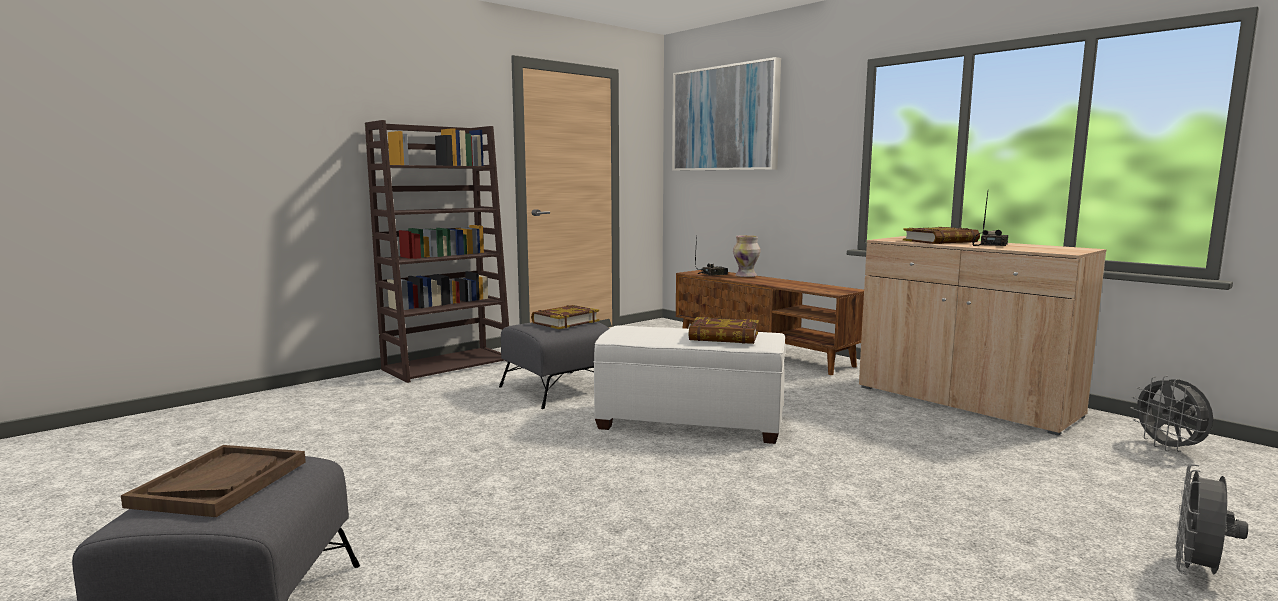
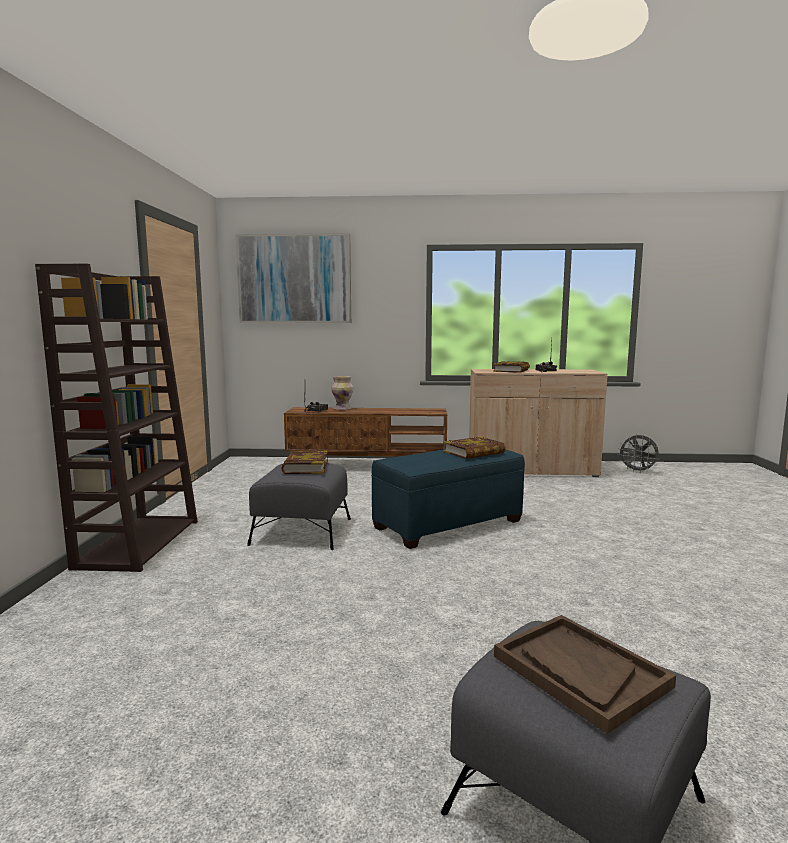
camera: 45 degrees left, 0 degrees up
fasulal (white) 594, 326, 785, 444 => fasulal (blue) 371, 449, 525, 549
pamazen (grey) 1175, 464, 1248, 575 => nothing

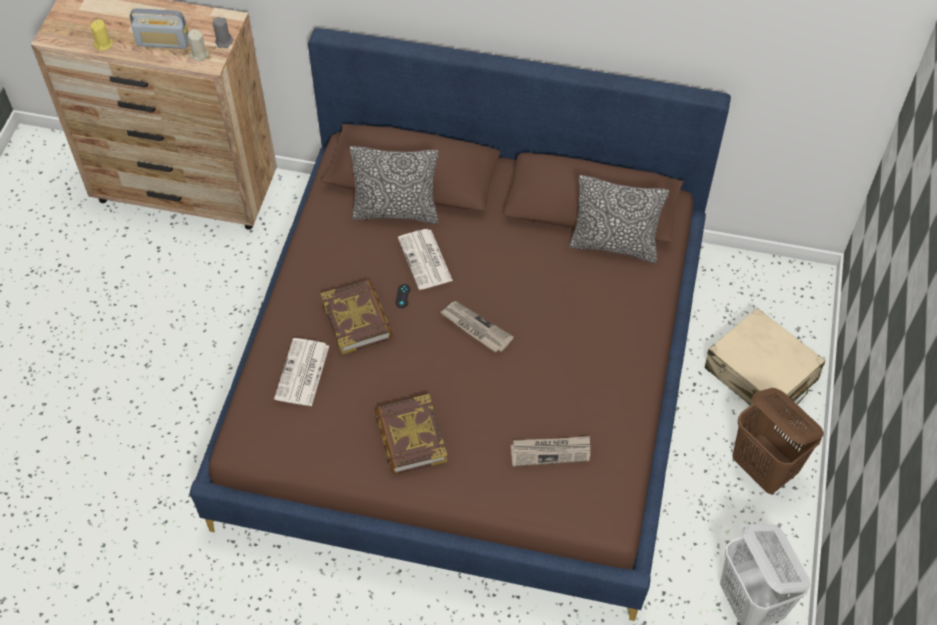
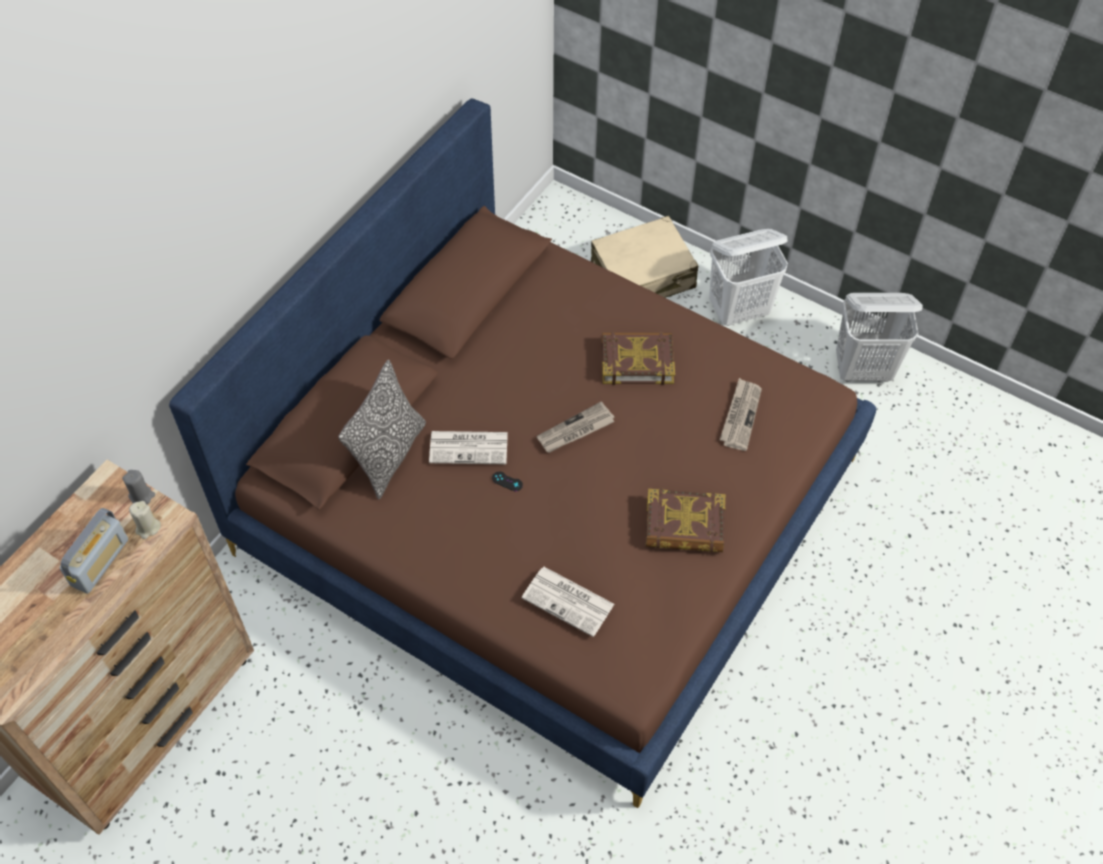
camera: 70 degrees left, 0 degrees up
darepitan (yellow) 90, 19, 113, 51 => nothing
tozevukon 321, 280, 393, 355 => tozevukon 602, 332, 675, 385, moved
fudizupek 569, 175, 669, 263 => nothing
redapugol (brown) 733, 388, 824, 495 => redapugol (white) 709, 229, 788, 326

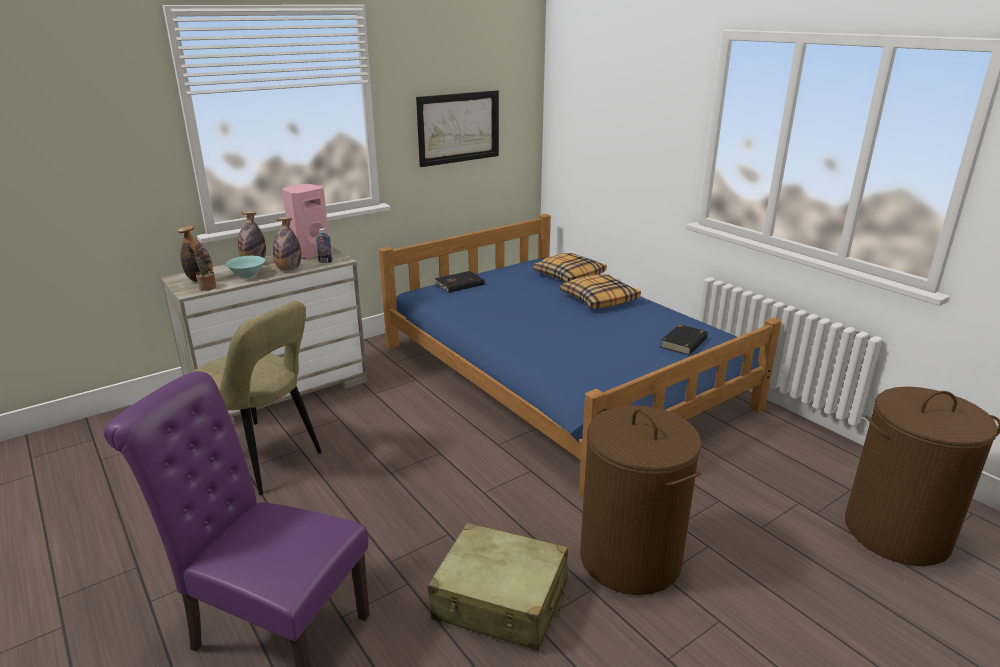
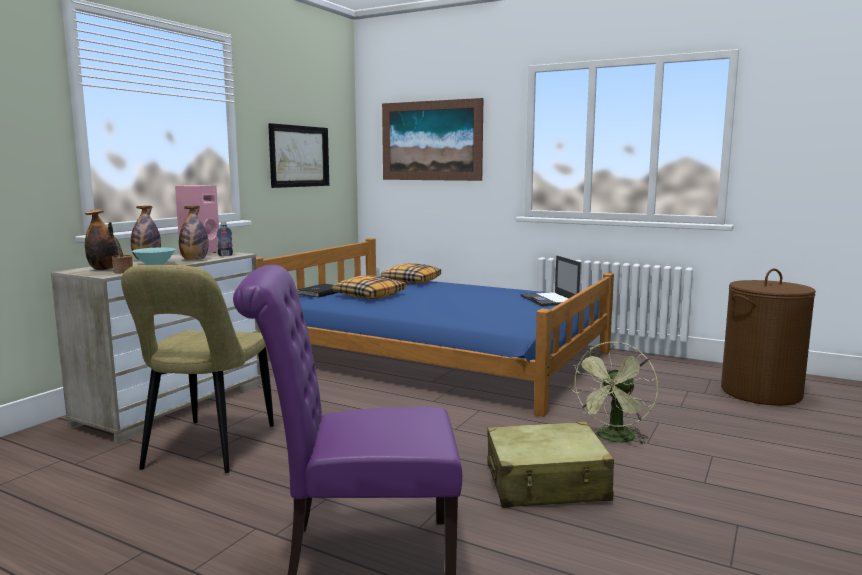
camera: 25 degrees left, 15 degrees down
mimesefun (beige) 180, 301, 322, 495 => mimesefun (beige) 121, 265, 274, 473, 90 degrees clockwise
fudizupek 560, 274, 641, 308 => fudizupek 332, 275, 406, 299, moved
redapugol (brown) 580, 405, 702, 595 => pamazen (green) 570, 342, 658, 445
tozevukon (black) 661, 324, 708, 355 => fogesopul 521, 255, 581, 306
nothing => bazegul 382, 98, 483, 181

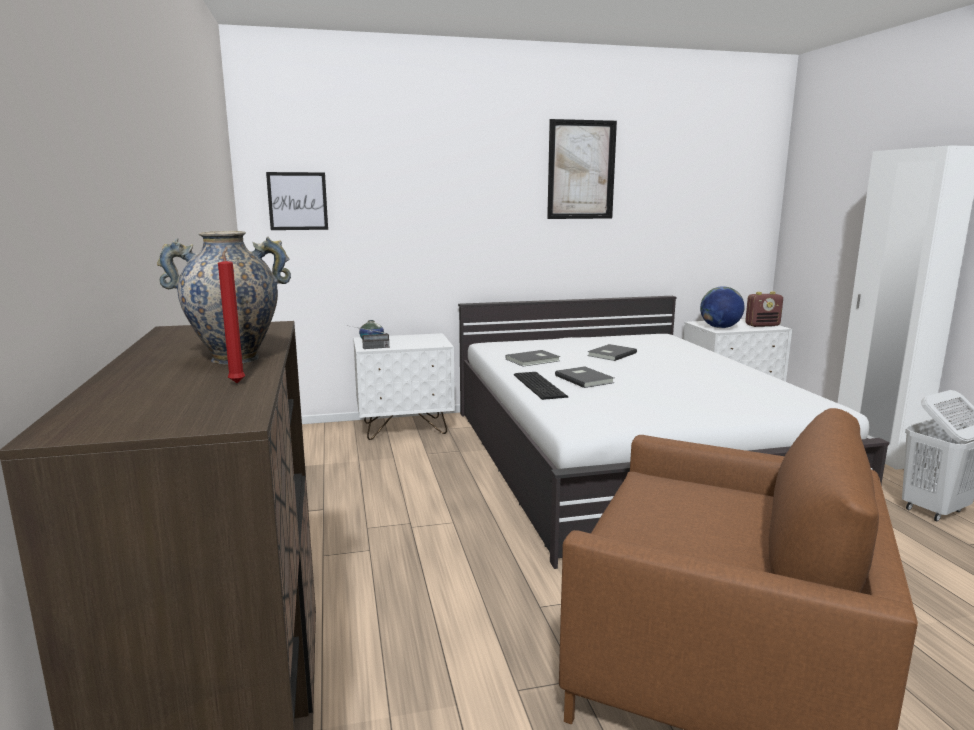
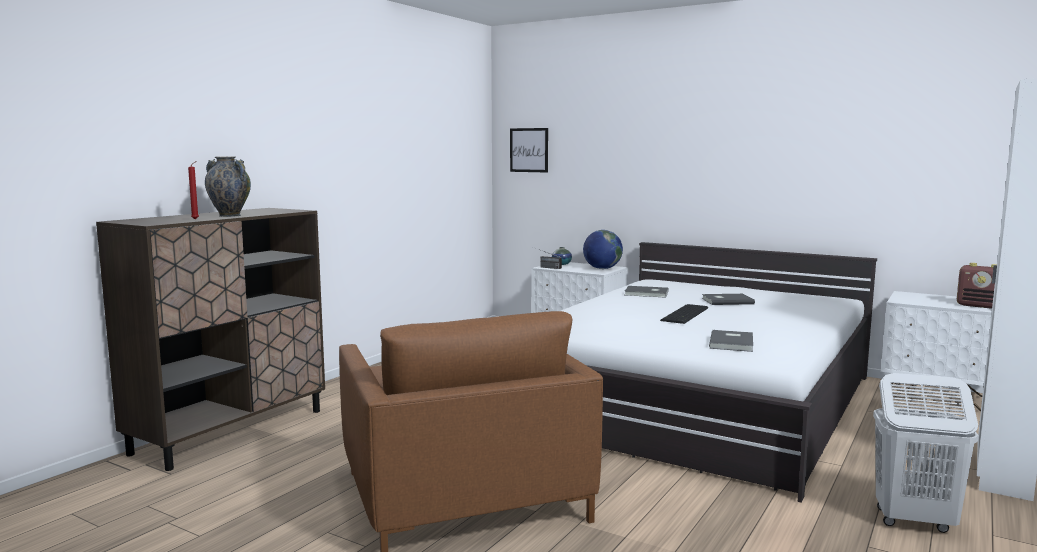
camera: 45 degrees right, 5 degrees down
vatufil 514, 372, 568, 400 => vatufil 660, 304, 708, 324, moved
bazegul 547, 119, 617, 219 => nothing
tozevukon (grey) 555, 366, 614, 388 => tozevukon (grey) 709, 330, 753, 352, moved
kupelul 700, 286, 745, 328 => kupelul 583, 230, 623, 269, moved

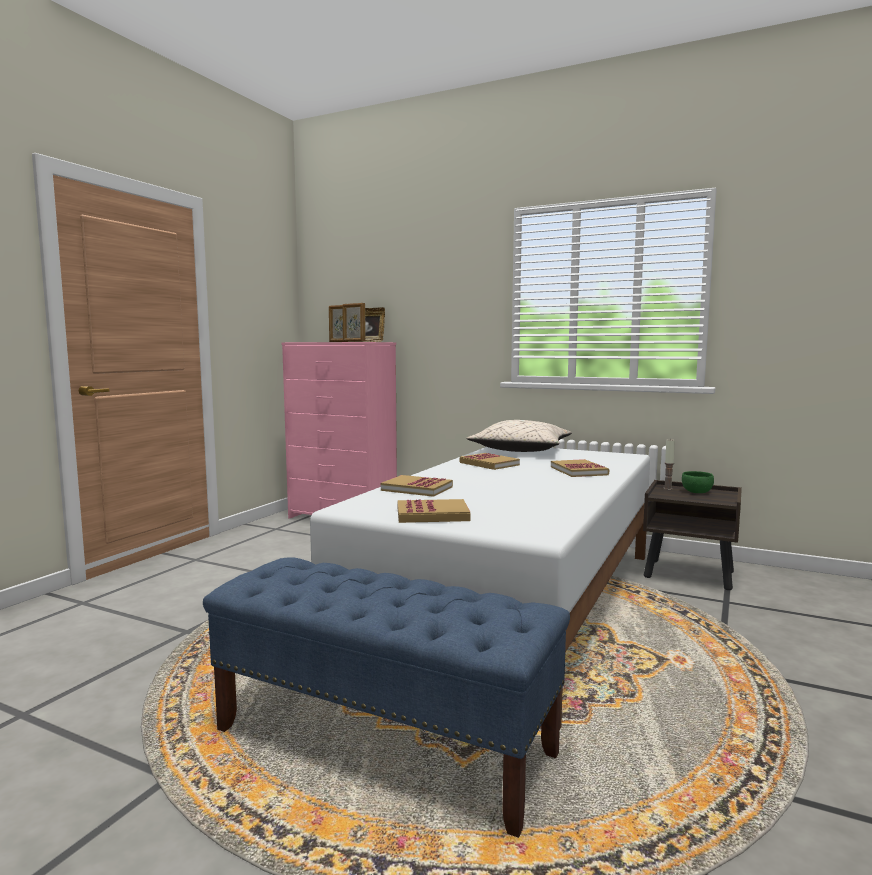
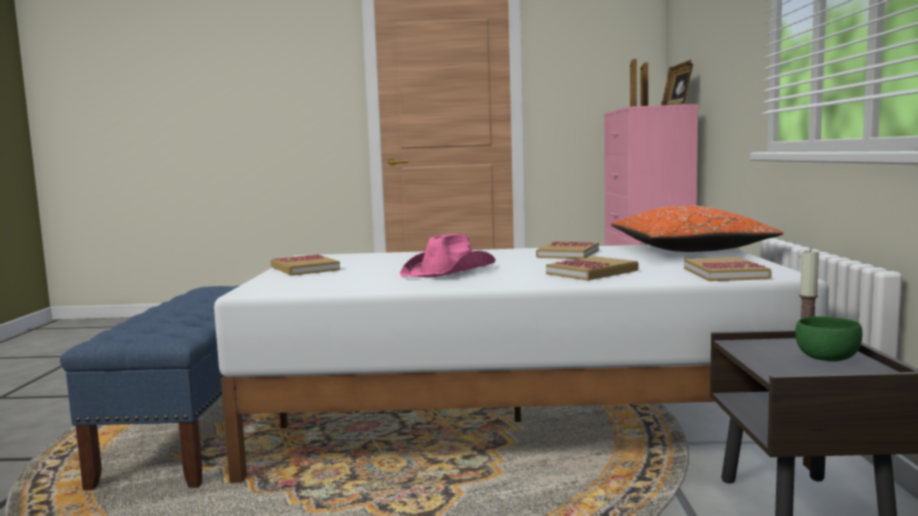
camera: 65 degrees right, 0 degrees up
tozevukon 381, 475, 453, 497 => tozevukon 684, 257, 772, 281, moved
fudizupek (beige) 466, 420, 572, 452 => fudizupek (orange) 611, 205, 783, 252
nothing => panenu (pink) 400, 234, 496, 277

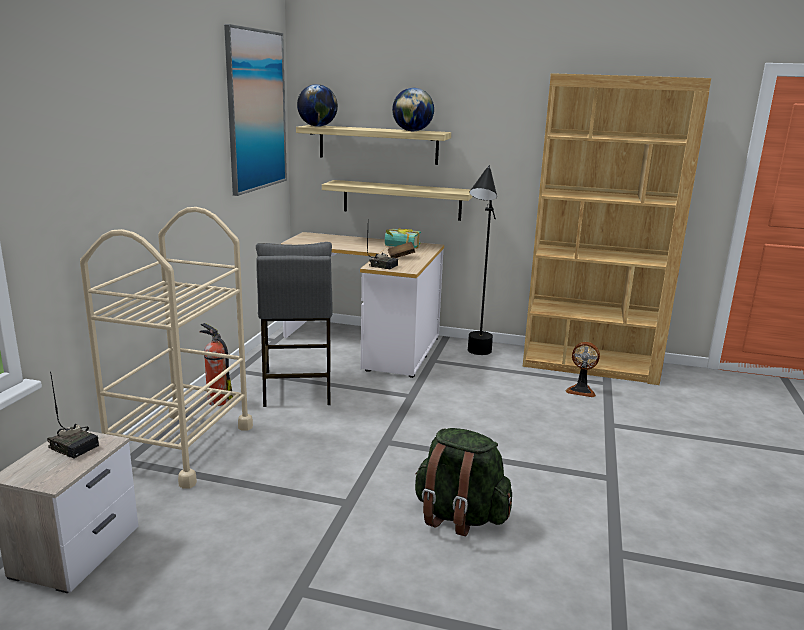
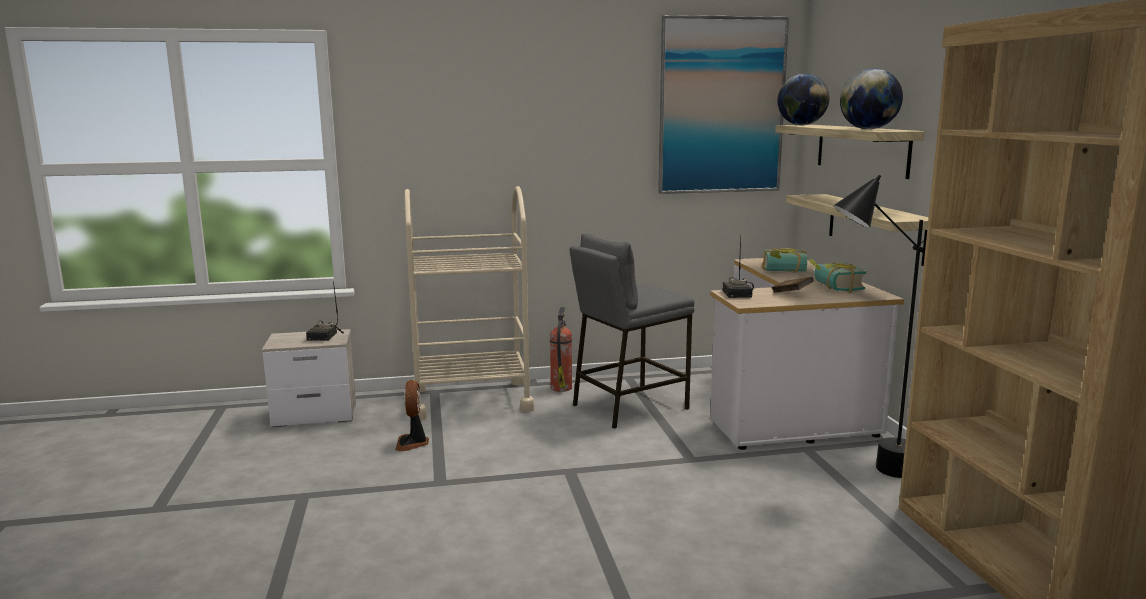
camera: 65 degrees right, 5 degrees down
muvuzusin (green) 415, 428, 512, 536 => nothing
pamazen 565, 342, 600, 397 => pamazen 395, 380, 429, 451, moved
nothing => tozevukon 762, 248, 807, 272

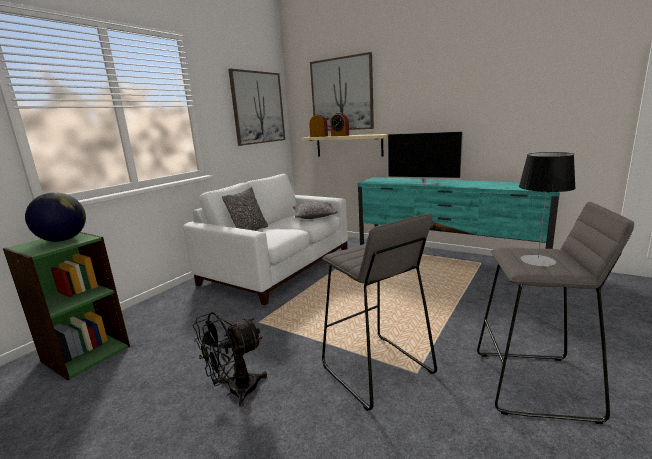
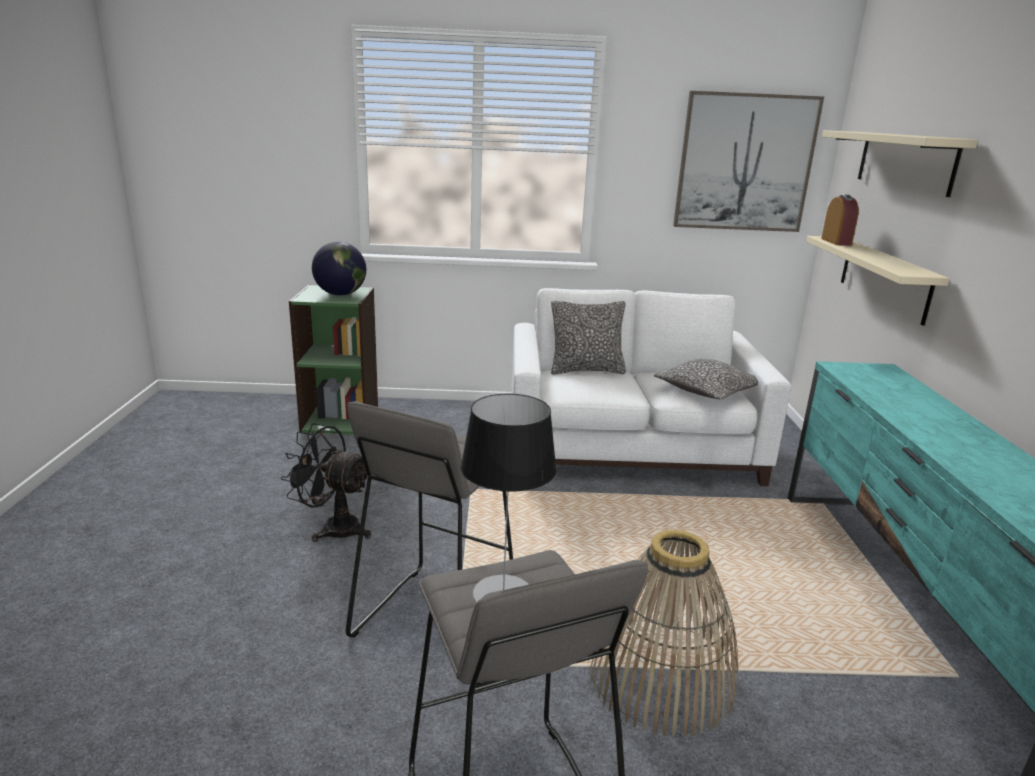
camera: 55 degrees right, 5 degrees up
bazegul 310, 52, 374, 131 => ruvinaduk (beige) 822, 130, 978, 197
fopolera 330, 113, 349, 136 => nothing
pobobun 387, 131, 463, 185 => nothing
nothing => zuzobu 588, 529, 738, 737

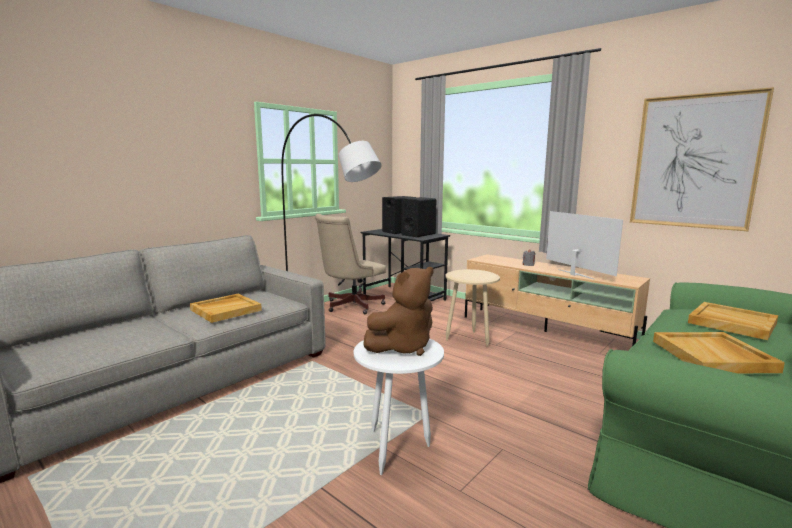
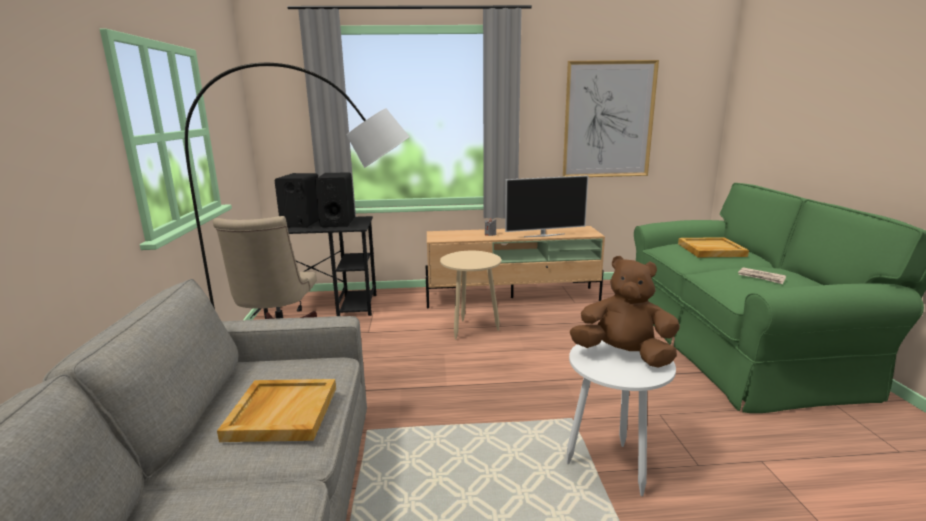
camera: 45 degrees left, 5 degrees up
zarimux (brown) 363, 267, 433, 356 => zarimux (brown) 570, 256, 680, 368, 75 degrees counterclockwise
pobobun 546, 211, 623, 279 => pobobun 505, 175, 588, 237, 150 degrees clockwise
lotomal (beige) 653, 332, 785, 373 => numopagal 738, 267, 786, 284

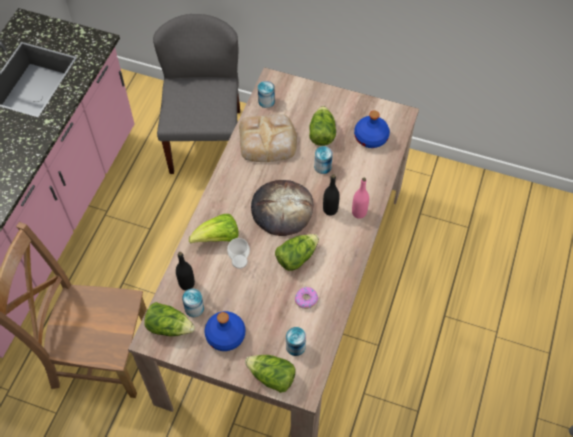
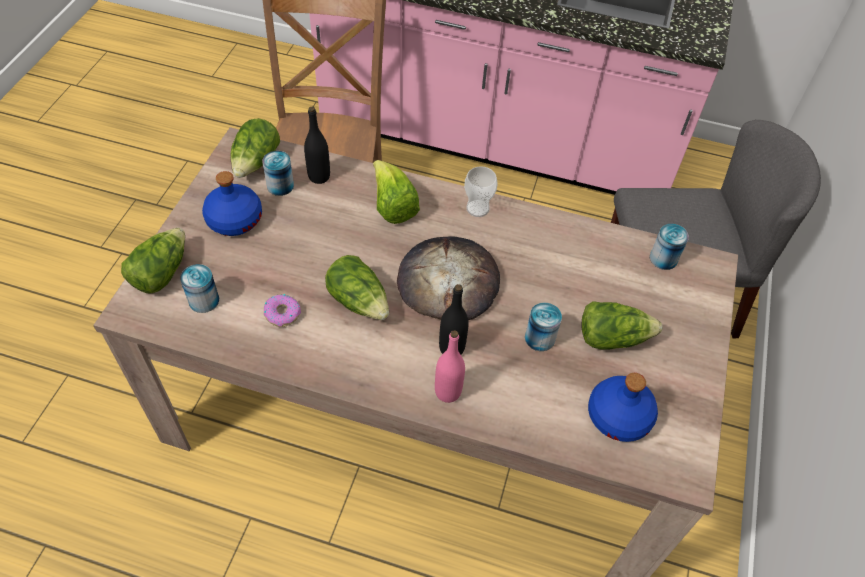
camera: 85 degrees right, 5 degrees down
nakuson 227, 238, 250, 269 => nakuson 464, 166, 498, 217, moved
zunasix 239, 114, 297, 162 => nothing

